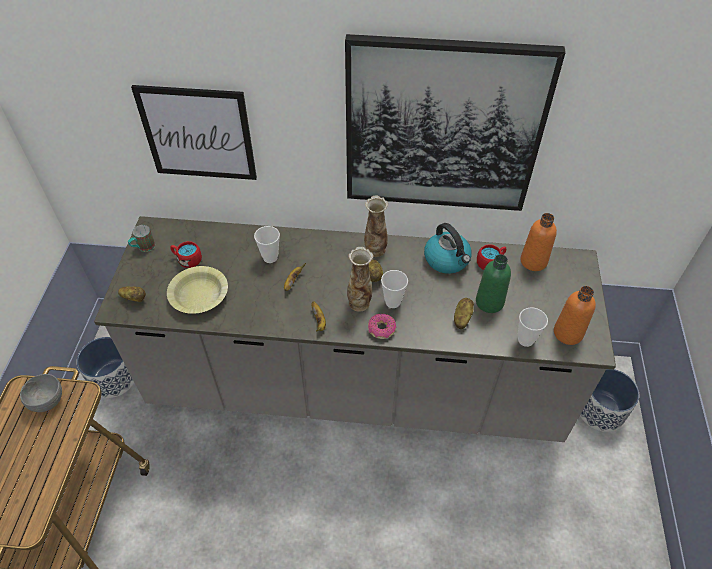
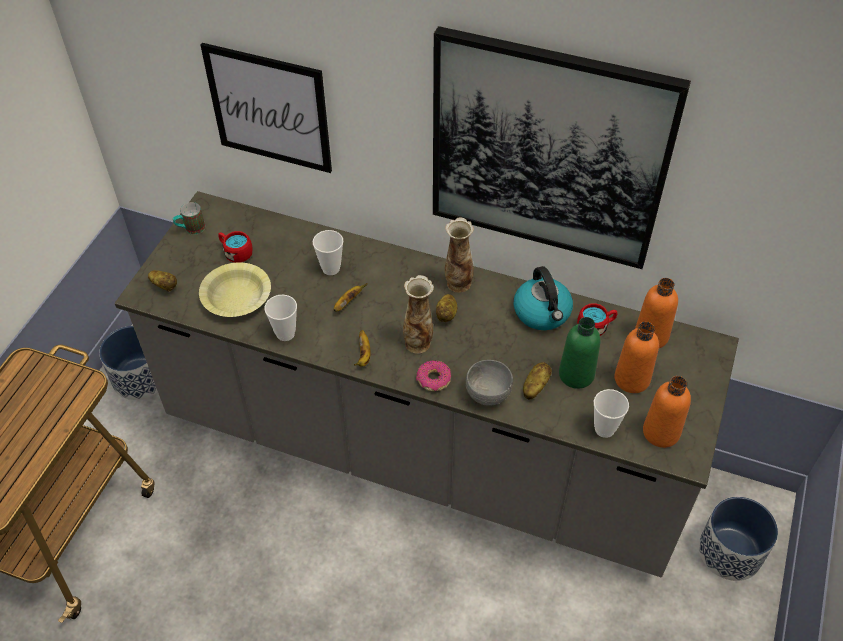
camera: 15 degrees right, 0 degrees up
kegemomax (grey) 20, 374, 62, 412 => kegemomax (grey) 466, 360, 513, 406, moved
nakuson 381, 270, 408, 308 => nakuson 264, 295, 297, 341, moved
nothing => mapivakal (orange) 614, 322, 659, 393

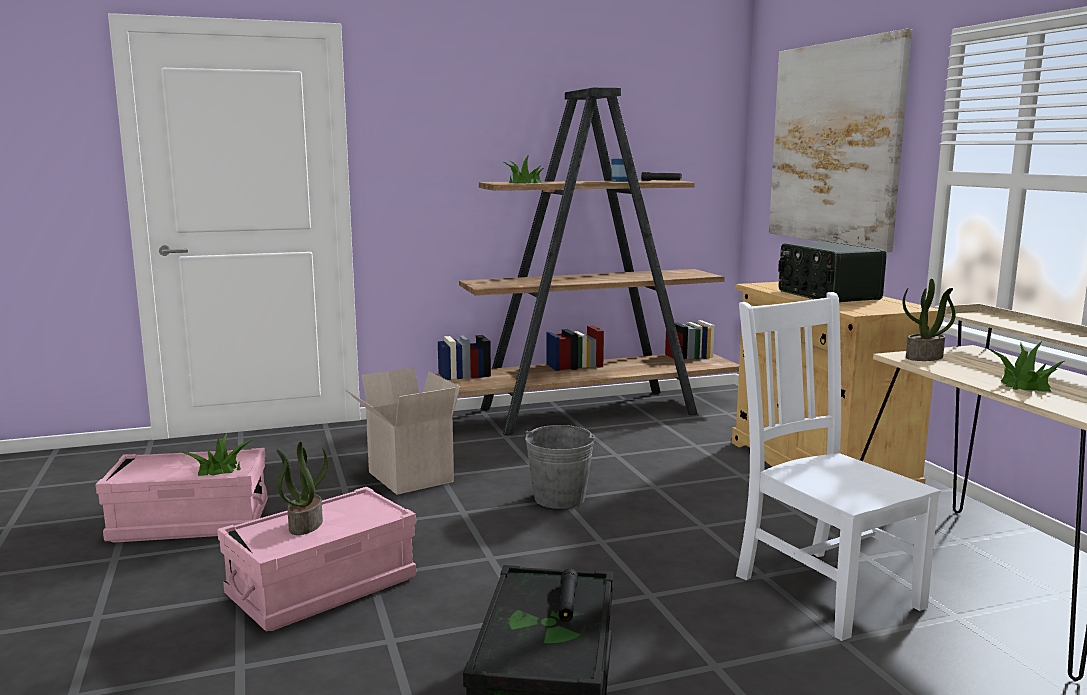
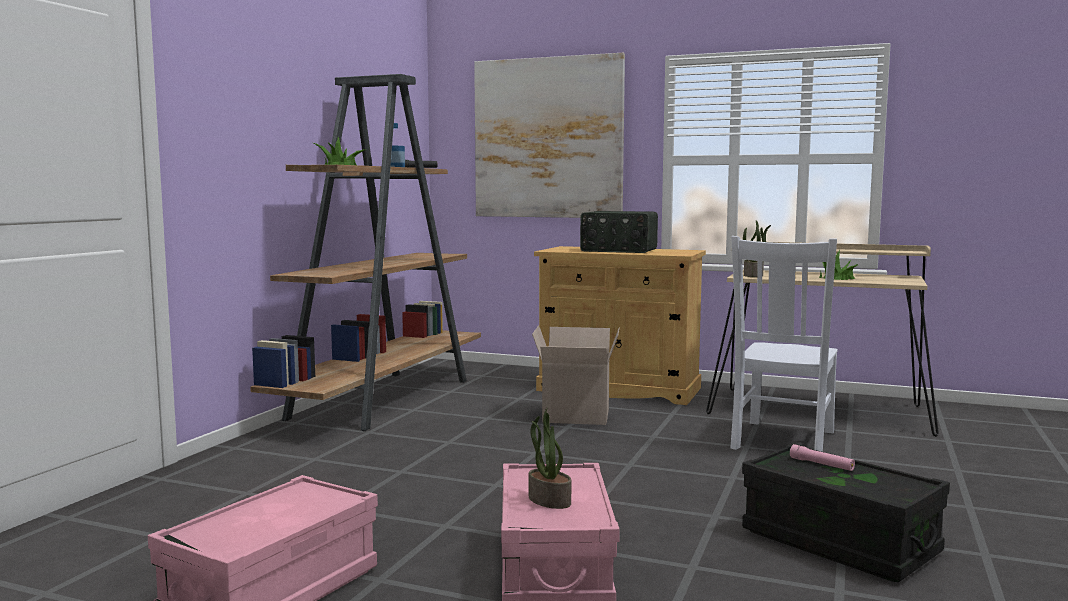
camera: 50 degrees left, 5 degrees down
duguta 181, 434, 254, 476 => nothing
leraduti 346, 367, 461, 495 => leraduti 532, 325, 620, 425, moved
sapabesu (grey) 525, 425, 595, 509 => nothing
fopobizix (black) 558, 569, 578, 622 => fopobizix (pink) 790, 444, 855, 471
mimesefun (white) 736, 292, 941, 641 => mimesefun (white) 730, 236, 838, 452, 75 degrees counterclockwise

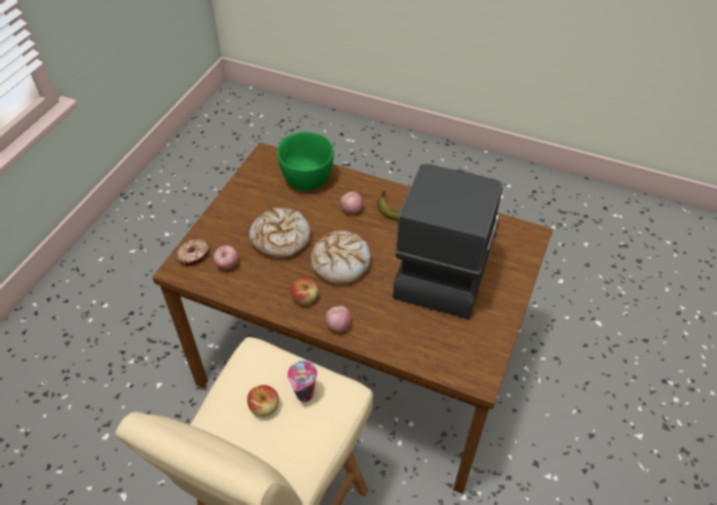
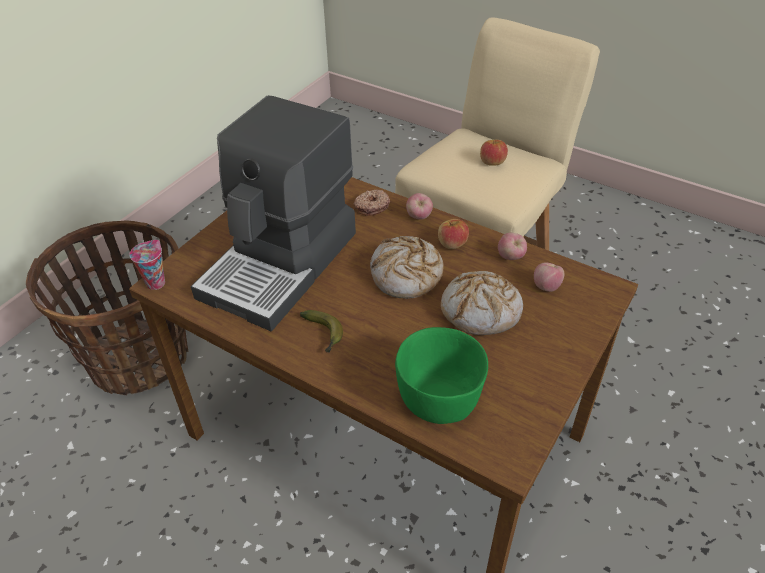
camera: 170 degrees left, 5 degrees down
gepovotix 176, 239, 209, 266 => gepovotix 354, 189, 390, 216, moved
nakuson 287, 361, 317, 402 => nakuson 129, 240, 165, 290, moved
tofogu 340, 191, 363, 214 => tofogu 498, 233, 527, 260, moved
nothing => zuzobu 26, 220, 188, 396

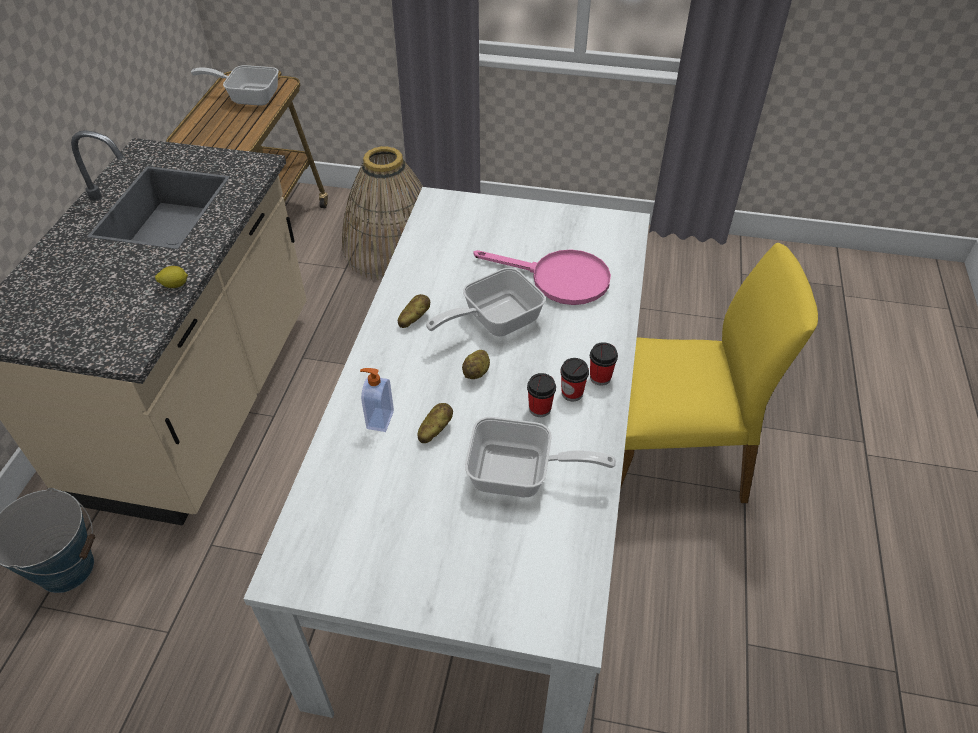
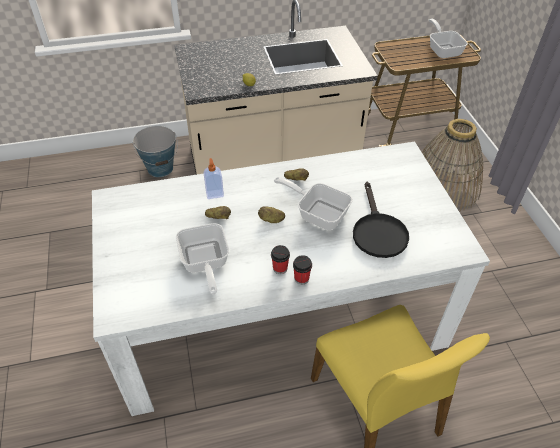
camera: 65 degrees right, 0 degrees up
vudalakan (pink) 474, 250, 611, 305 => vudalakan (black) 353, 182, 409, 258
nakuson 527, 373, 556, 417 => nothing

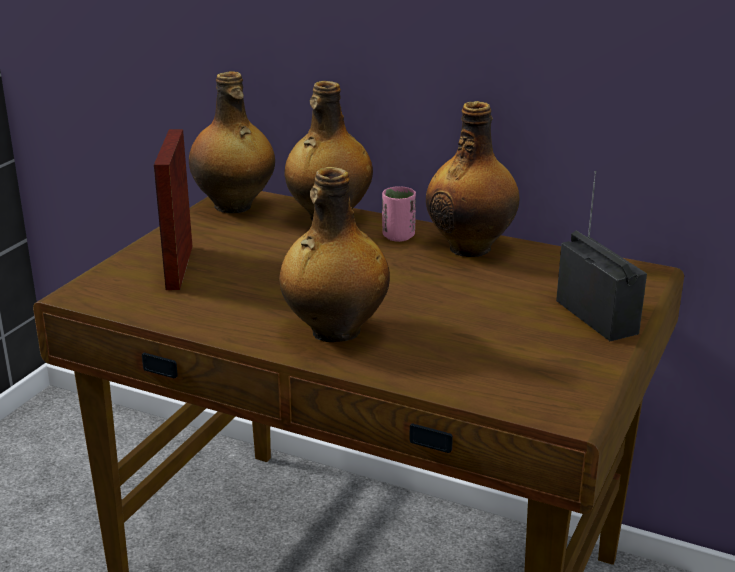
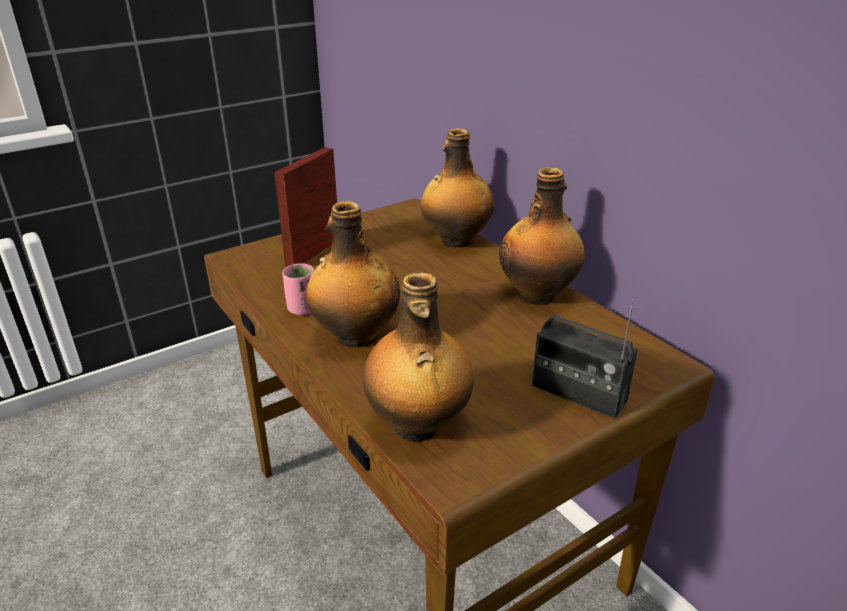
camera: 30 degrees right, 5 degrees up
mapivakal 189, 71, 275, 213 => mapivakal 363, 273, 474, 442, moved
nakuson (pink) 382, 186, 416, 242 => nakuson (pink) 282, 263, 314, 315, moved
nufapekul 556, 171, 647, 341 => nufapekul 532, 295, 638, 419, 120 degrees clockwise

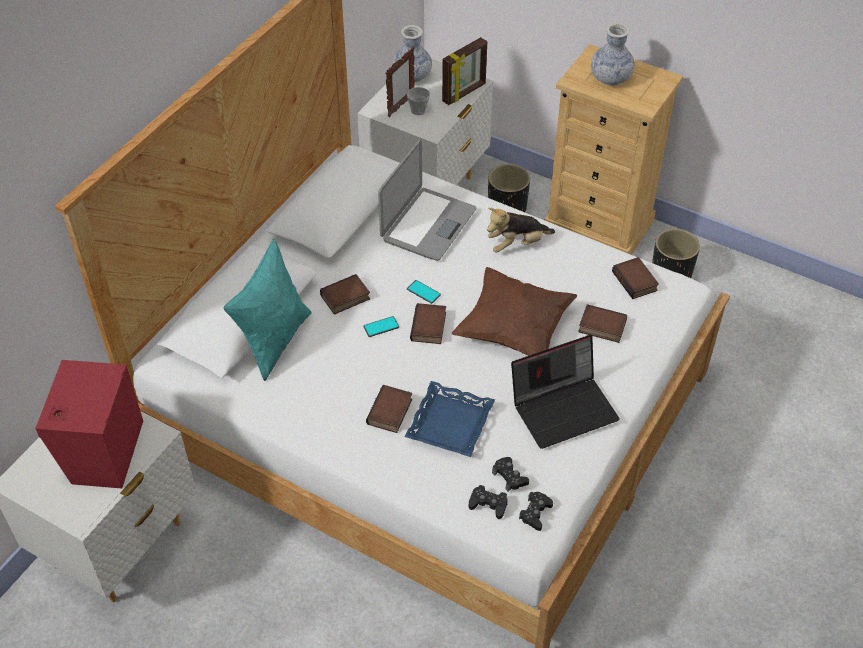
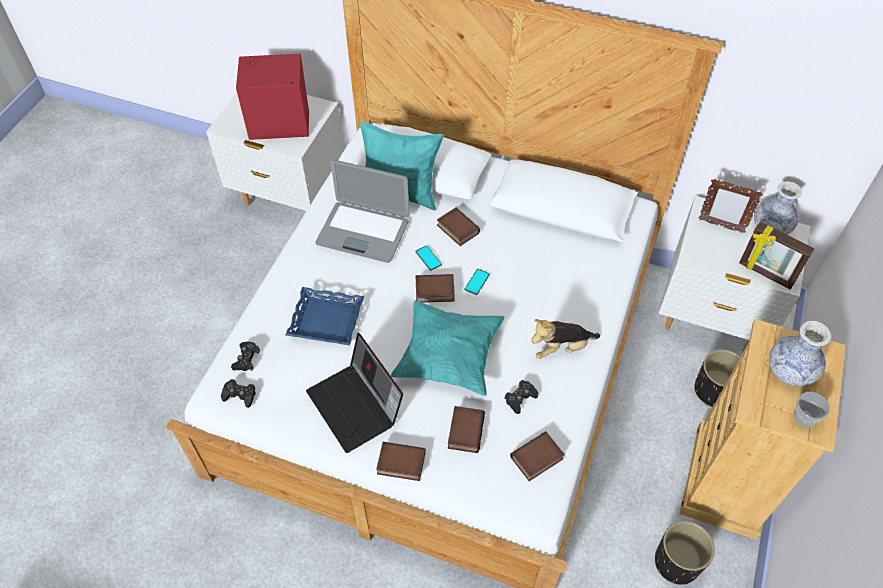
camera: 80 degrees right, 5 degrees up
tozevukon 366, 385, 412, 433 => tozevukon 376, 442, 426, 481, moved
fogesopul 378, 140, 476, 261 => fogesopul 315, 160, 409, 263, moved
nakuson 407, 87, 430, 115 => nakuson 794, 392, 830, 427, moved
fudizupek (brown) 452, 267, 577, 356 => fudizupek (turquoise) 391, 300, 504, 396
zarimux 487, 208, 555, 253 => zarimux 532, 319, 600, 359, 75 degrees counterclockwise
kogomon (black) 492, 457, 529, 492 => kogomon (black) 505, 380, 538, 414, moved

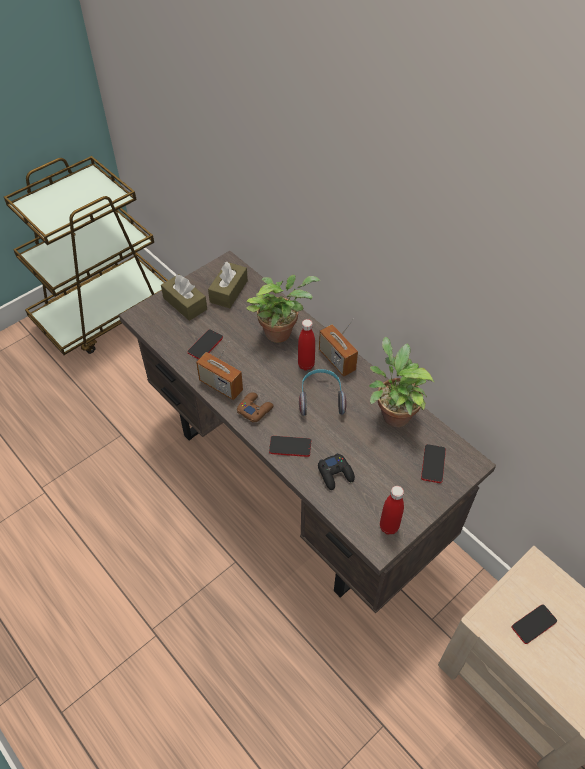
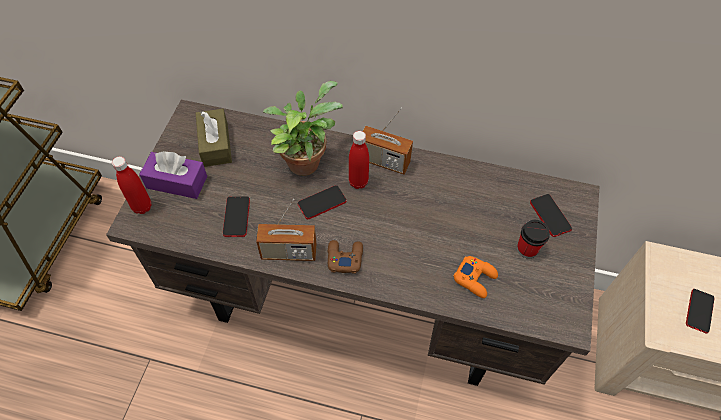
camera: 35 degrees left, 5 degrees up
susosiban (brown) 161, 274, 207, 321 => susosiban (purple) 139, 151, 207, 199
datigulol 269, 436, 311, 457 => datigulol 298, 185, 347, 219, moved
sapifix 299, 369, 347, 416 => nothing
kogomon (black) 318, 453, 355, 490 => kogomon (orange) 453, 256, 498, 298
duguta 369, 337, 435, 427 => nothing
mapivakal (red) 380, 486, 404, 535 => mapivakal (red) 112, 156, 151, 214, moved
nothing => nakuson 517, 220, 550, 259

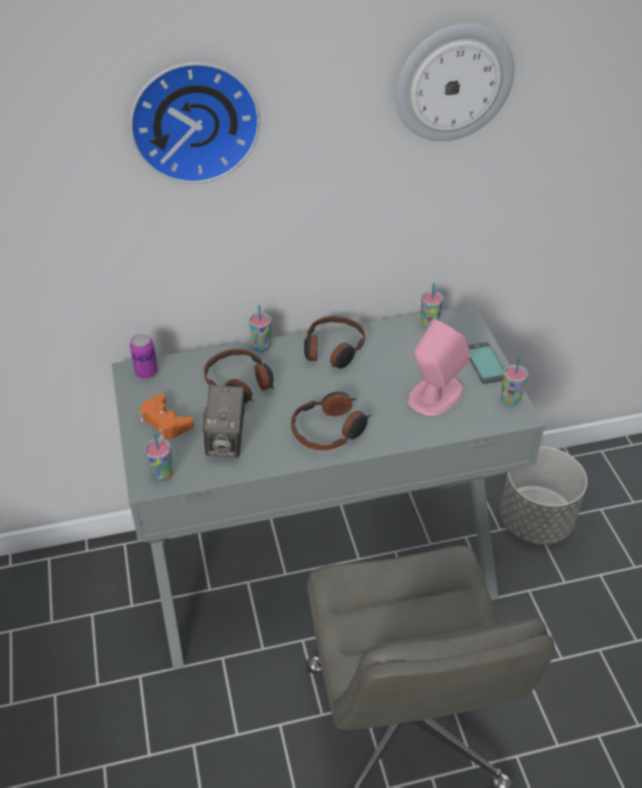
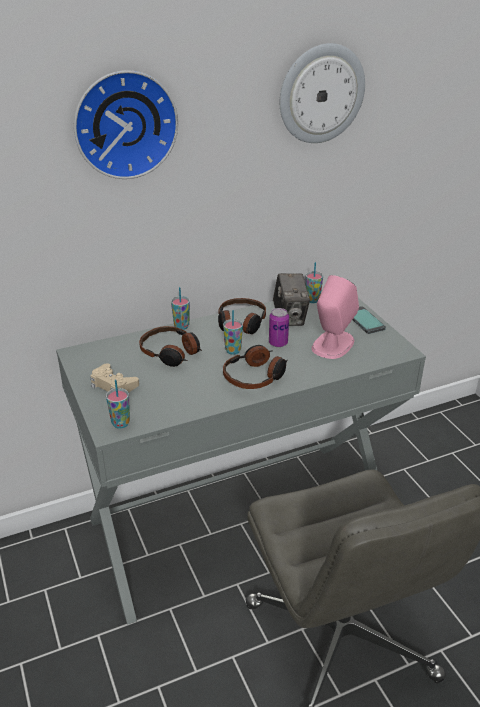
camera: 10 degrees left, 10 degrees down
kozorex 130, 334, 158, 379 => kozorex 269, 308, 289, 347, moved
kogomon (orange) 139, 393, 194, 439 => kogomon (beige) 90, 363, 139, 393
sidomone 202, 385, 245, 457 => sidomone 273, 273, 310, 326, moved
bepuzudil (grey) 500, 447, 587, 545 => nothing
nakuson 501, 358, 528, 406 => nakuson 223, 310, 243, 355, moved

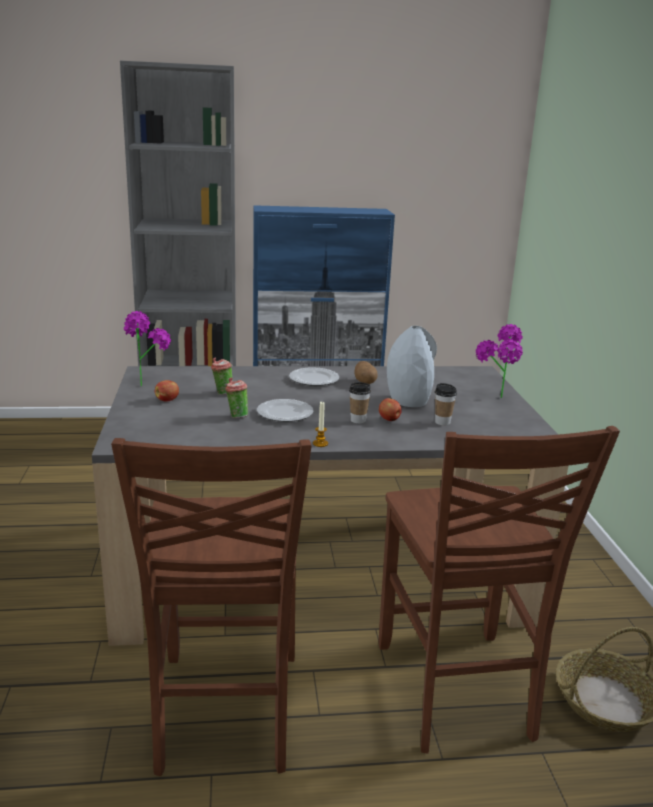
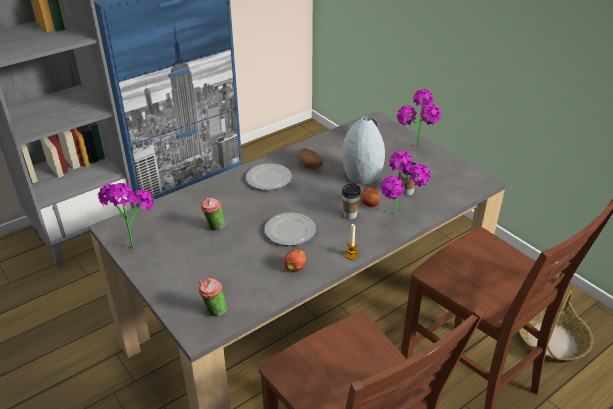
camera: 30 degrees left, 15 degrees up
tofogu 155, 380, 179, 401 => tofogu 284, 249, 306, 272, moved
nakuson 225, 377, 248, 418 => nakuson 199, 278, 227, 317, moved
nothing => duguta 381, 151, 430, 214

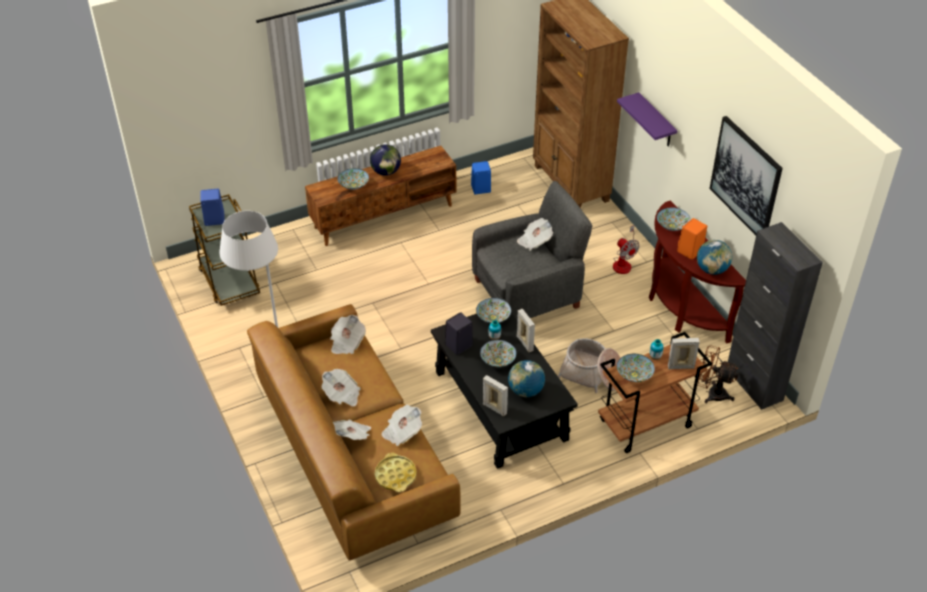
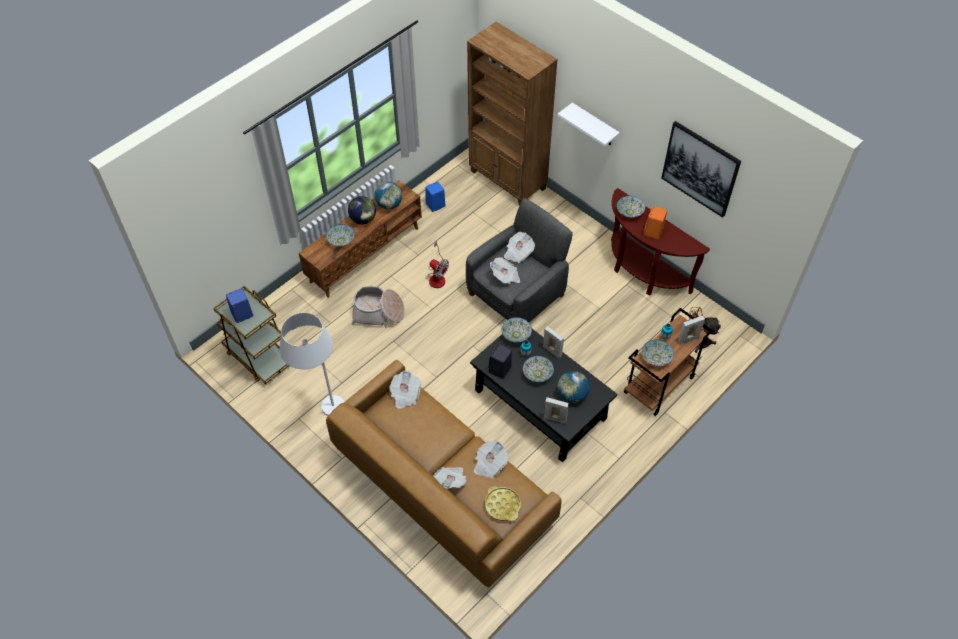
camera: 20 degrees left, 10 degrees up
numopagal 321, 369, 361, 407 => numopagal 490, 257, 520, 284, moved
zuzobu 558, 338, 621, 393 => zuzobu 351, 286, 405, 328, moved
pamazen 613, 225, 639, 274 => pamazen 428, 241, 449, 288, moved
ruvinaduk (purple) 617, 92, 678, 147 => ruvinaduk (white) 557, 103, 620, 146
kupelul 697, 240, 732, 275 => kupelul 375, 182, 402, 209, moved
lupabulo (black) 728, 222, 823, 410 => nothing

